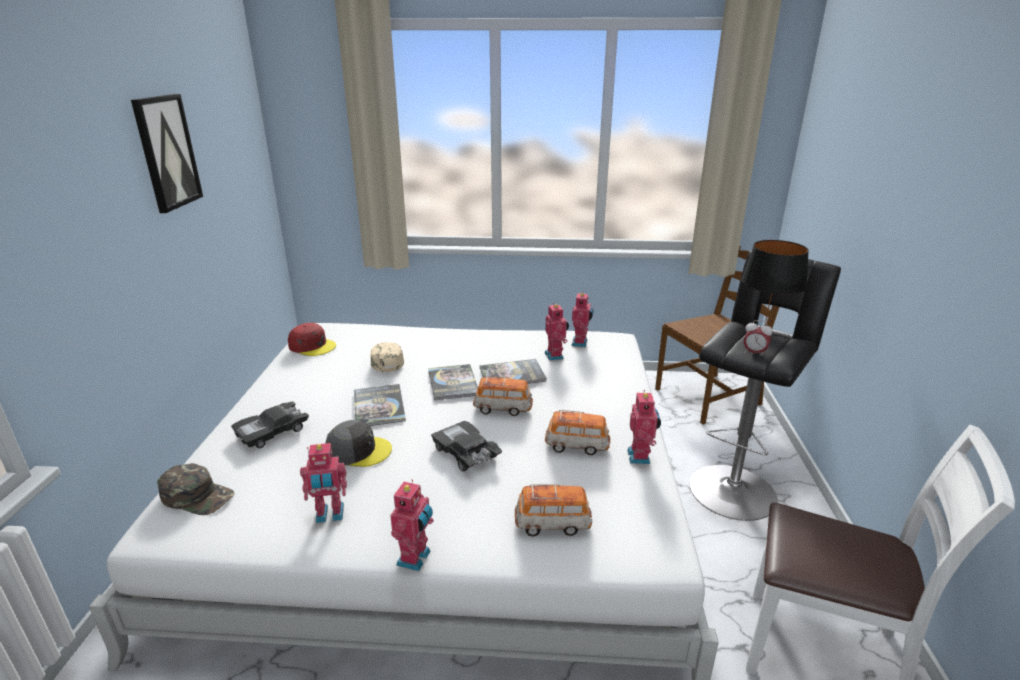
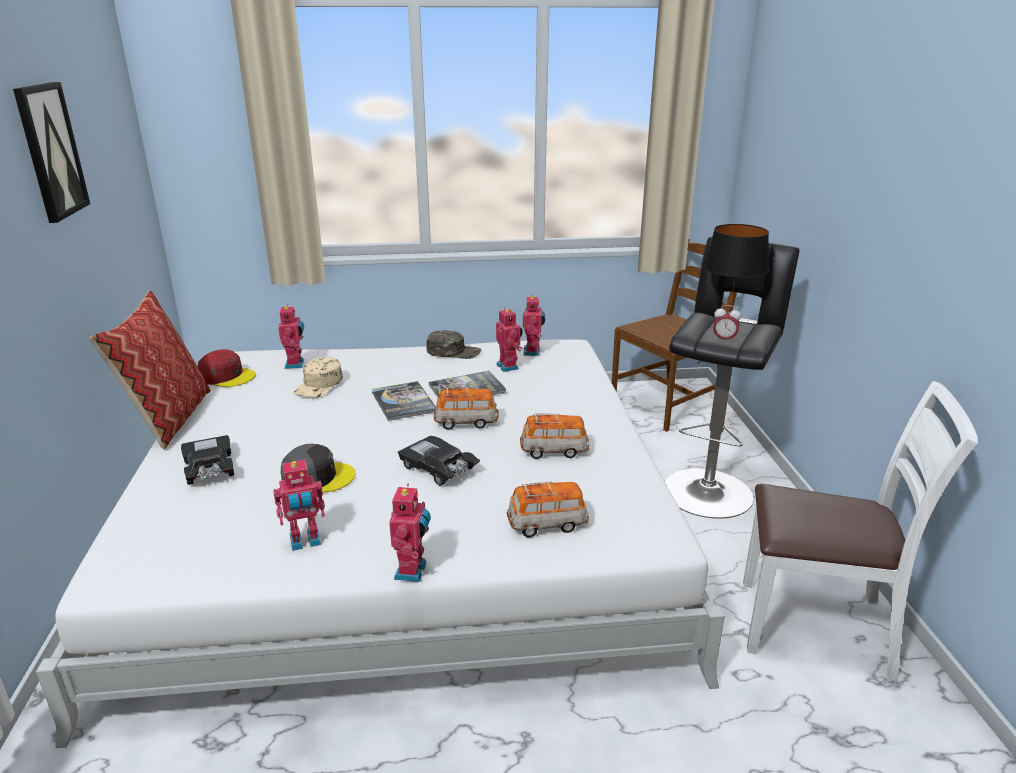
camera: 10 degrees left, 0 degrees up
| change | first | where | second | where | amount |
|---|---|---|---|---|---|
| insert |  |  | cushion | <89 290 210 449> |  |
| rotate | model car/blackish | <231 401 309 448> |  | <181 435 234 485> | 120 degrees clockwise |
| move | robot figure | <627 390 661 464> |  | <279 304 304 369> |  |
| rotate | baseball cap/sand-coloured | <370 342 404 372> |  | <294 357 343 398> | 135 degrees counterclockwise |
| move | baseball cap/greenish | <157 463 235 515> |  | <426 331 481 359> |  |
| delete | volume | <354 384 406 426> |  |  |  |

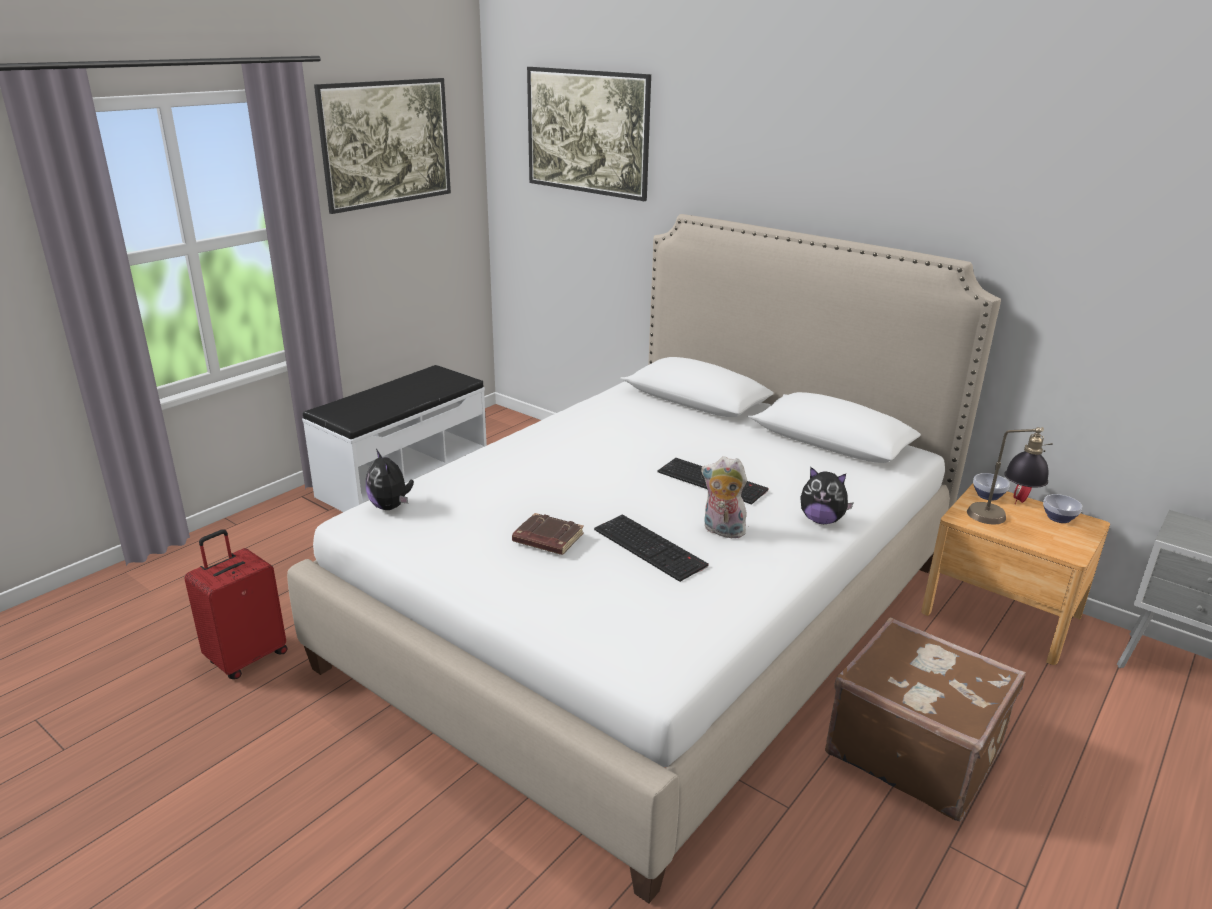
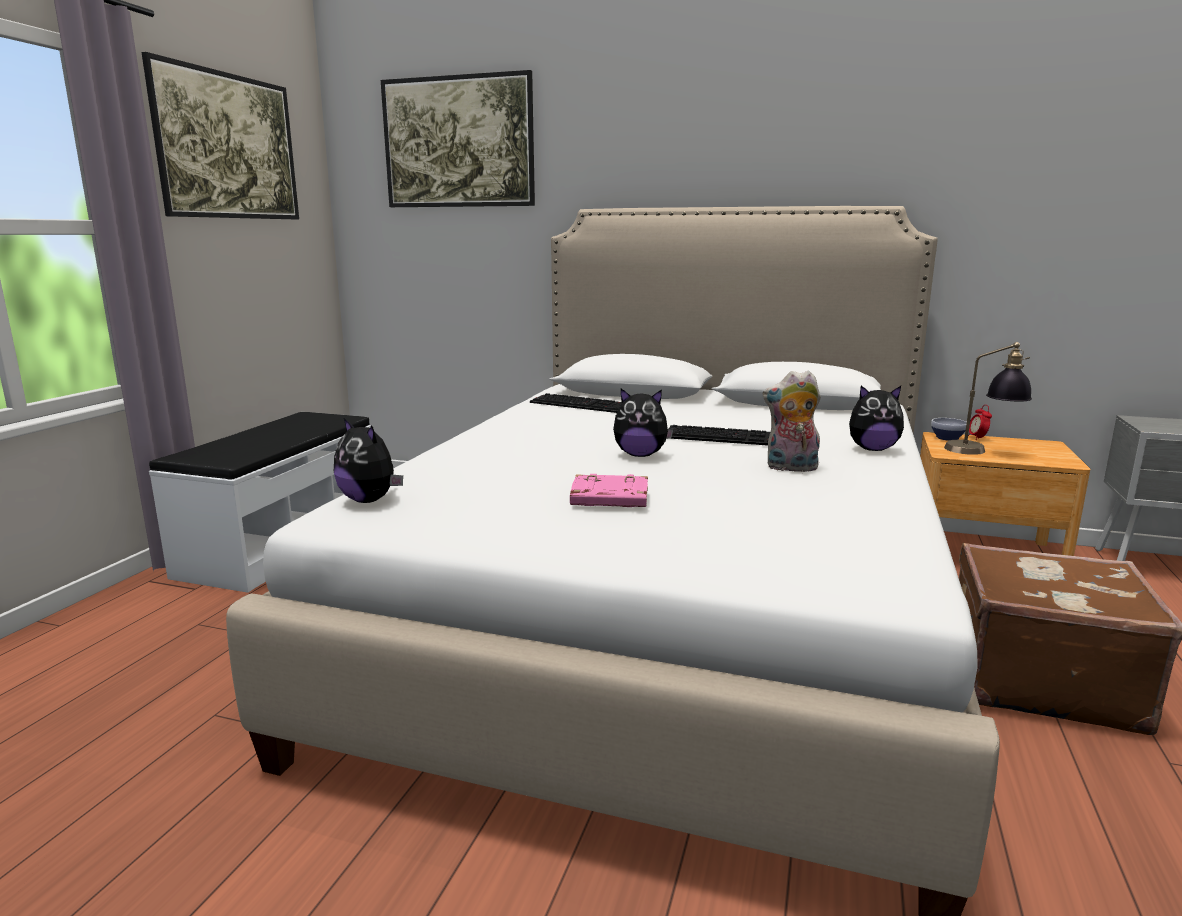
camera: 20 degrees left, 10 degrees down
| change | first | where | second | where | amount |
|---|---|---|---|---|---|
| move | PC keyboard | <594 514 709 582> |  | <530 393 622 413> |  |
| recolor | volume/brown | <512 513 584 555> | volume/pinkish | <570 474 648 507> |  |
| insert |  |  | plush toy | <613 389 673 457> |  |
| delete | piece of luggage/reddish | <184 529 288 679> |  |  |  |
| delete | serving bowl | <1043 494 1082 523> |  |  |  |

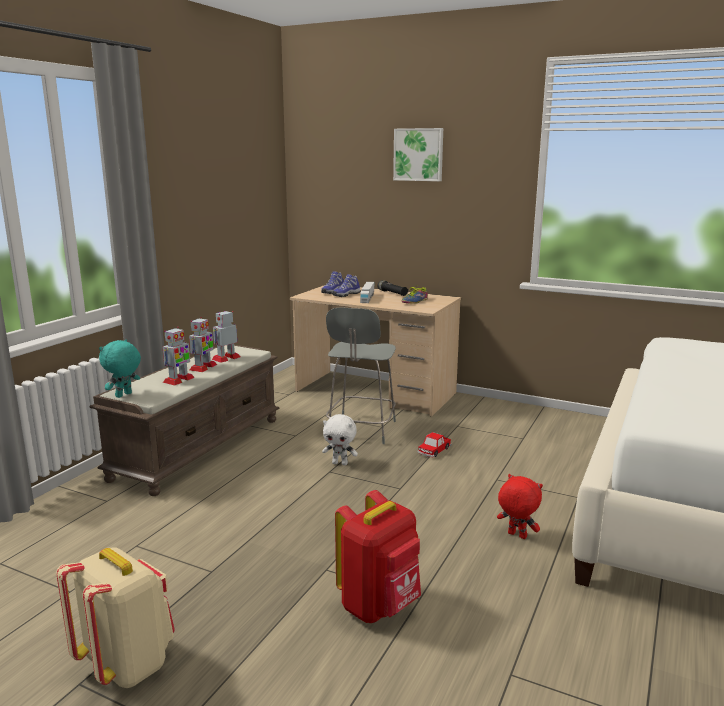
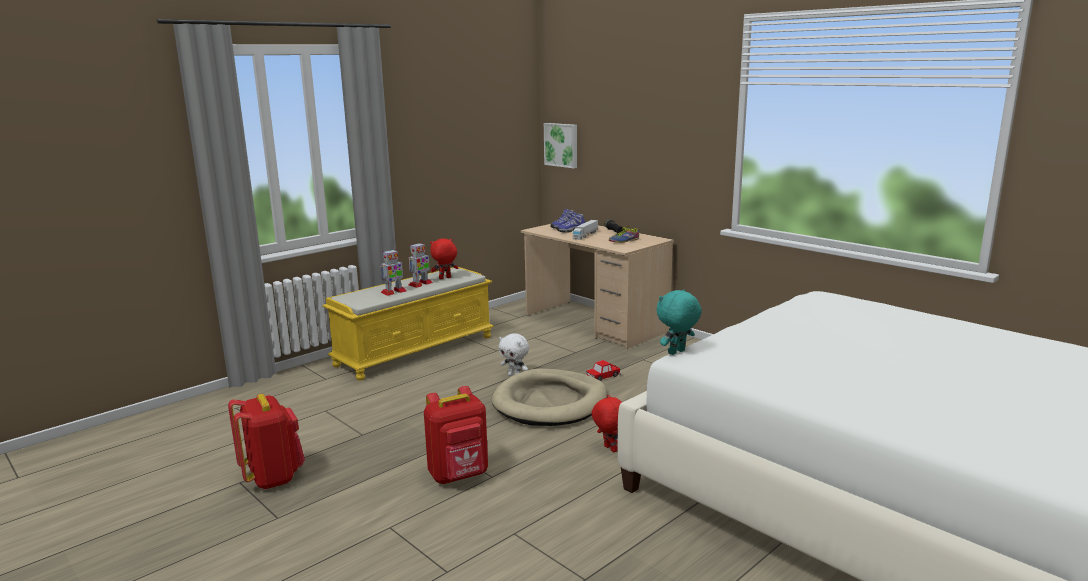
camera: 20 degrees right, 0 degrees up
| change | first | where | second | where | amount |
|---|---|---|---|---|---|
| recolor | backpack/sand-coloured | <56 547 175 688> | backpack/reddish | <228 394 305 489> |  |
| recolor | bench/brown | <89 345 279 496> | bench/yellowish | <322 267 494 381> |  |
| replace | robot figure | <212 311 241 363> | plush toy/reddish | <430 238 458 279> |  |
| insert |  |  | dog cushion/sand-coloured | <491 369 607 426> |  |
| move | wall art | <393 128 443 181> |  | <544 123 577 168> |  |
| move | plush toy/turquoise-coloured | <99 340 141 398> |  | <656 289 702 355> |  |
| delete | plain chair/gray | <326 307 396 444> |  |  |  |

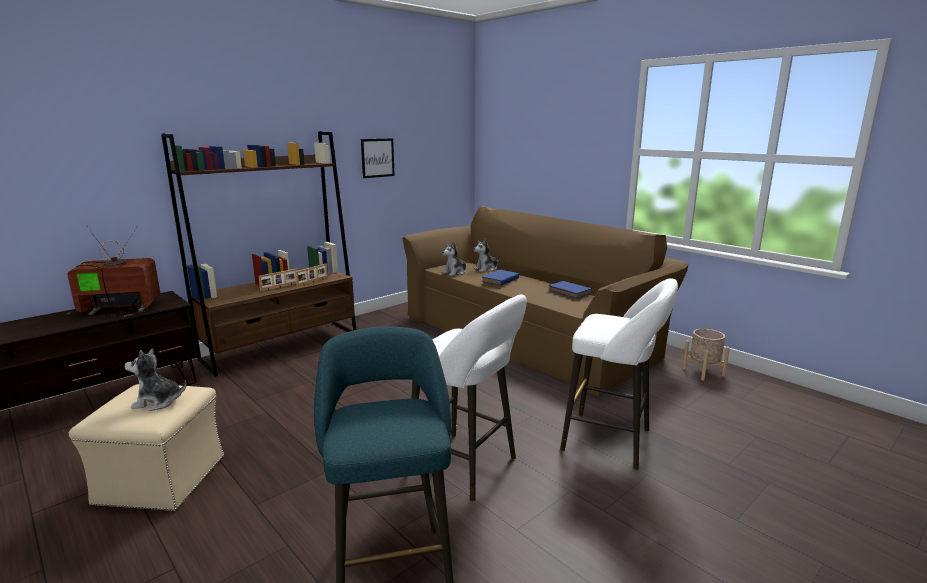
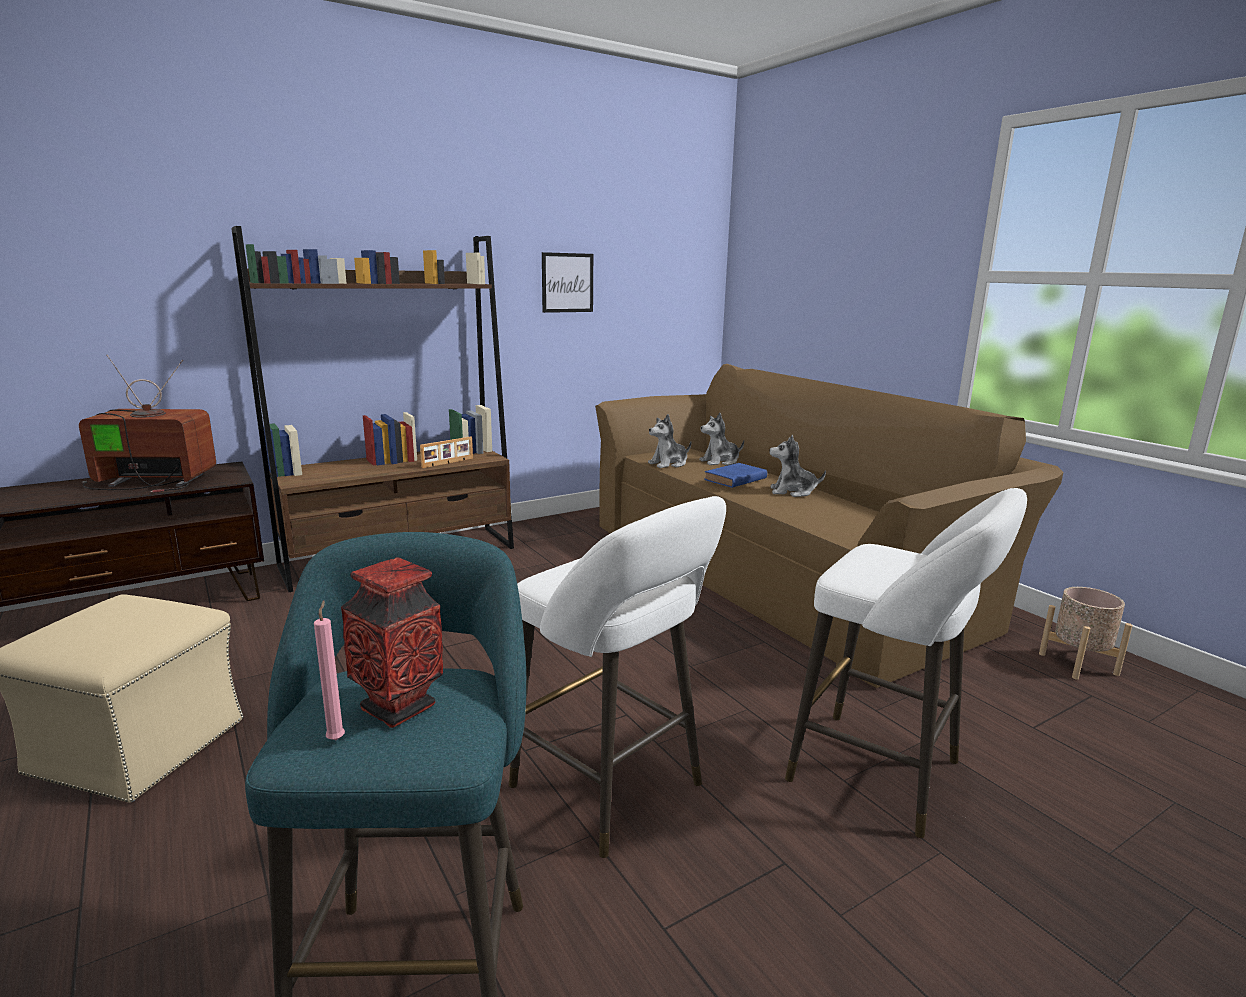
camera: 10 degrees right, 0 degrees up
| change | first | where | second | where | amount |
|---|---|---|---|---|---|
| insert |  |  | wax light/pinkish | <314 600 345 740> |  |
| insert |  |  | vase | <341 557 443 728> |  |
| move | plush toy | <125 349 187 411> |  | <770 435 826 497> |  |
| delete | picture frame | <259 269 297 291> |  |  |  |
| delete | volume/blue-coloured | <548 281 592 299> |  |  |  |

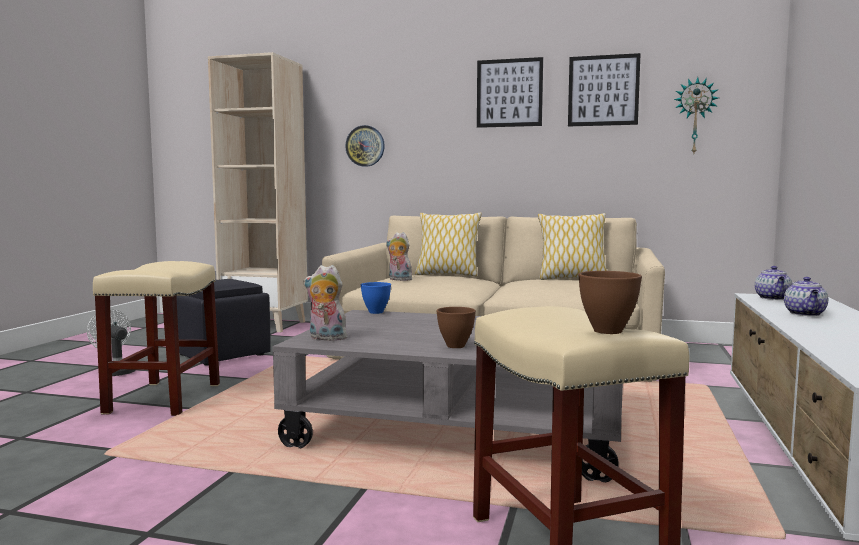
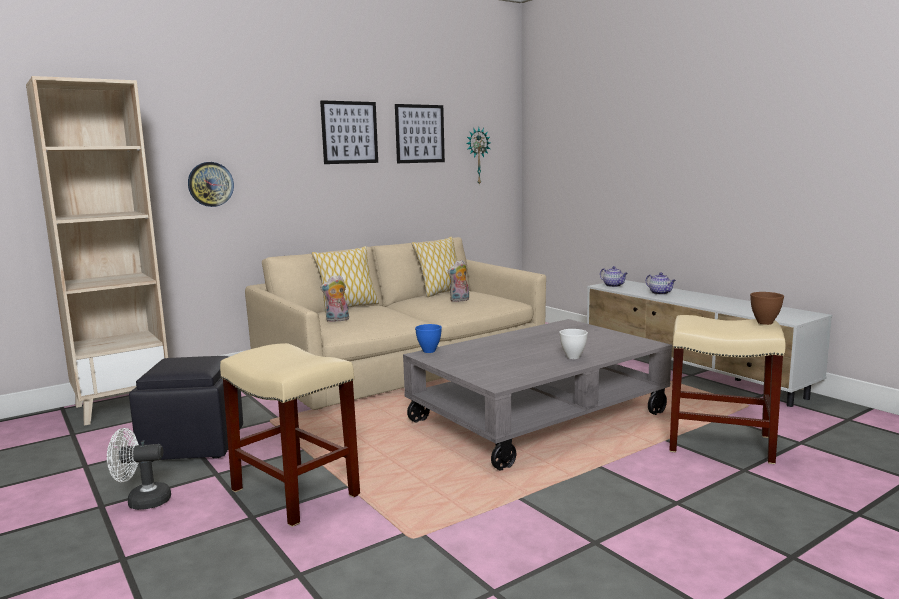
camera: 50 degrees left, 5 degrees up
| change | first | where | second | where | amount |
|---|---|---|---|---|---|
| move | plush toy | <304 265 347 341> |  | <448 260 469 302> |  |
| recolor | serving bowl/brown | <436 307 476 348> | serving bowl/whitish | <559 329 588 359> |  |

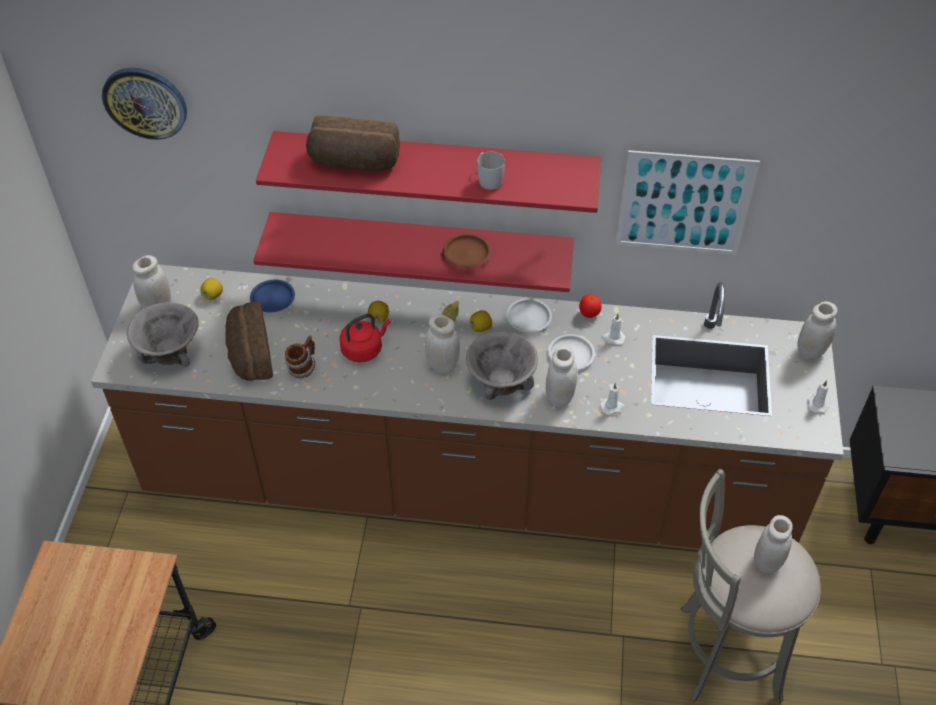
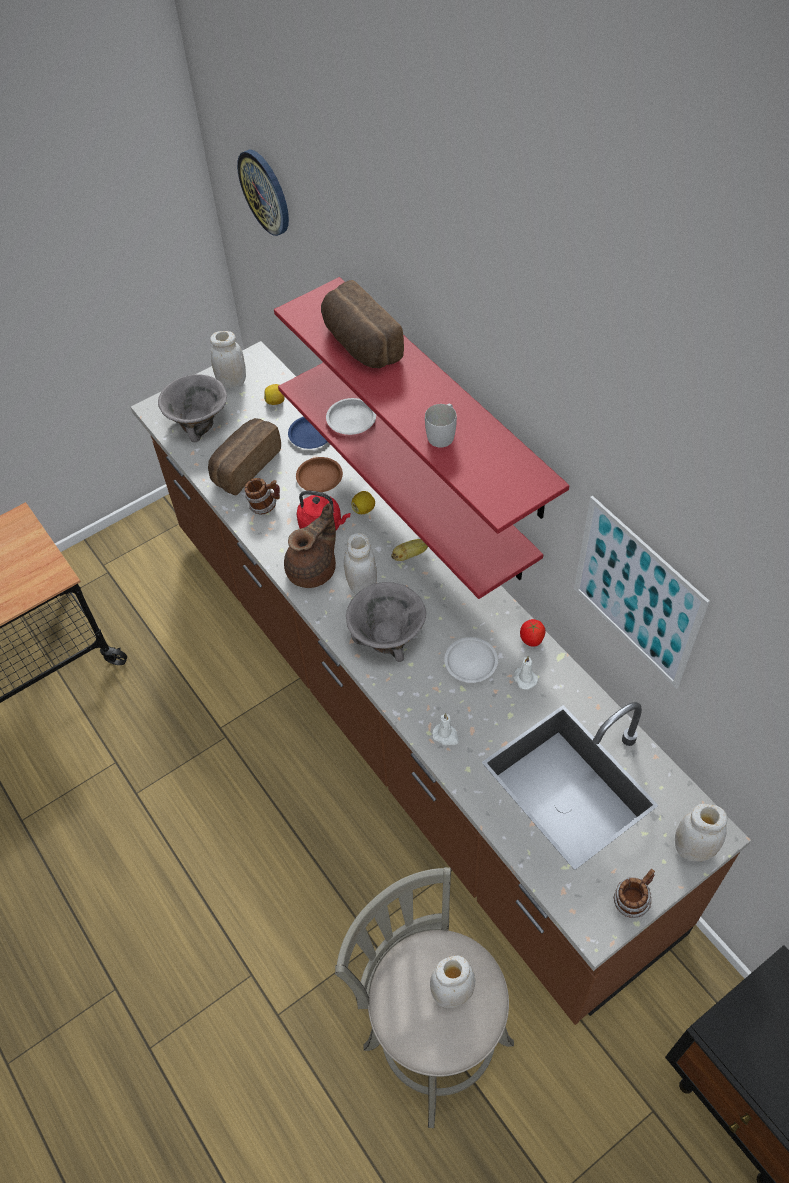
camera: 50 degrees right, 5 degrees up
| change | first | where | second | where | amount |
|---|---|---|---|---|---|
| insert |  |  | teapot/brown | <284 503 336 588> |  |
| move | plate/brown | <443 234 491 268> |  | <296 457 343 492> |  |
| move | plate/whitish | <506 298 552 332> |  | <326 398 376 435> |  |
| replace | wax light/whitish | <807 380 829 413> | coffee mug | <613 869 655 918> |  |
| delete | citrus fruit | <470 310 492 332> |  |  |  |
| delete | preserve jar/whitish | <546 346 577 407> |  |  |  |

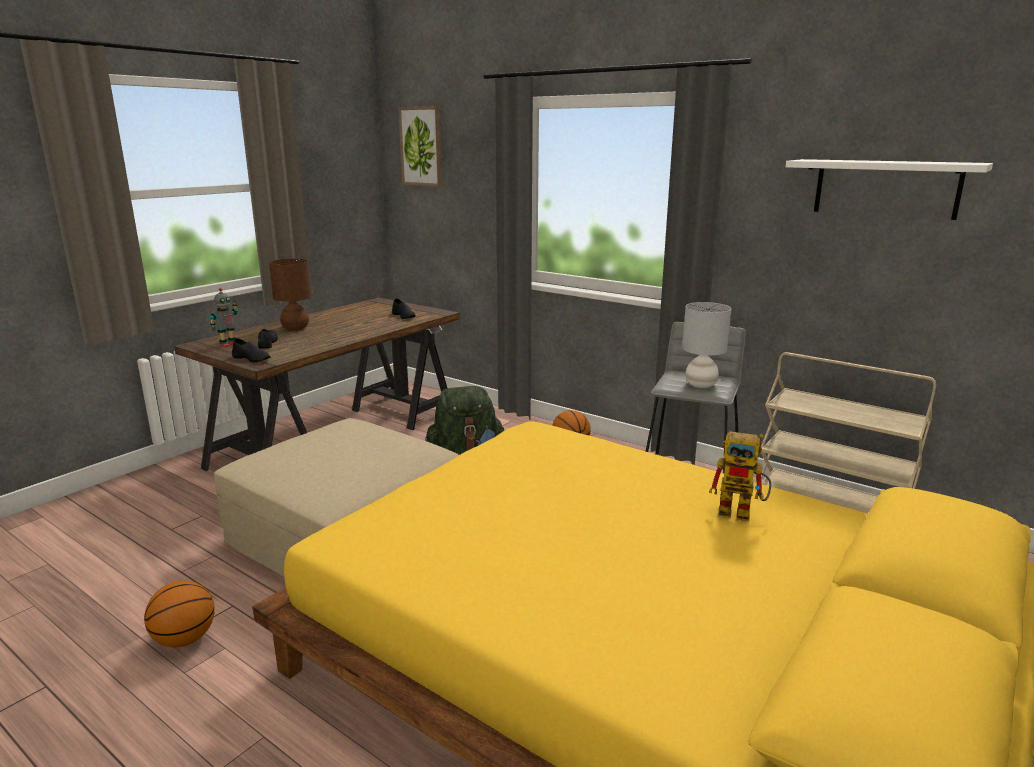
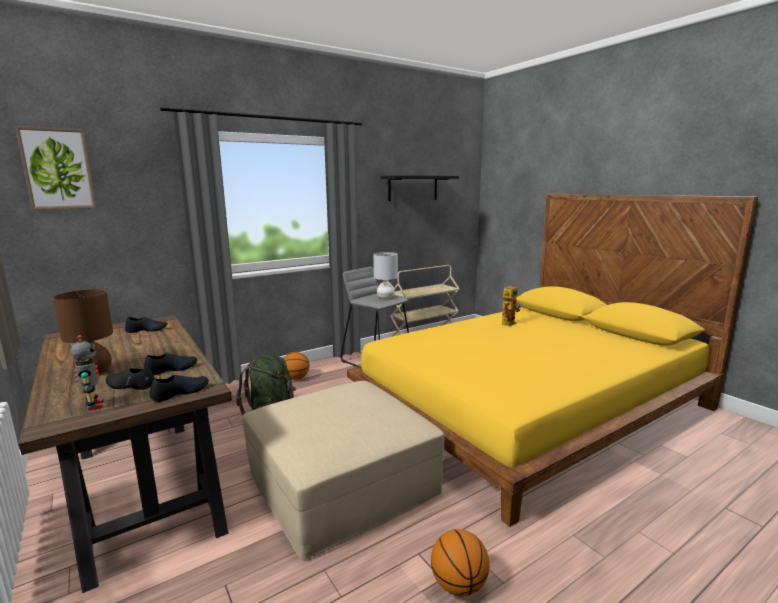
camera: 70 degrees left, 5 degrees down
| change | first | where | second | where | amount |
|---|---|---|---|---|---|
| insert |  |  | low shoe/blackish | <144 353 198 376> |  |
| recolor | shelf/whitish | <785 159 993 220> | shelf/blackish | <381 175 459 201> |  |

